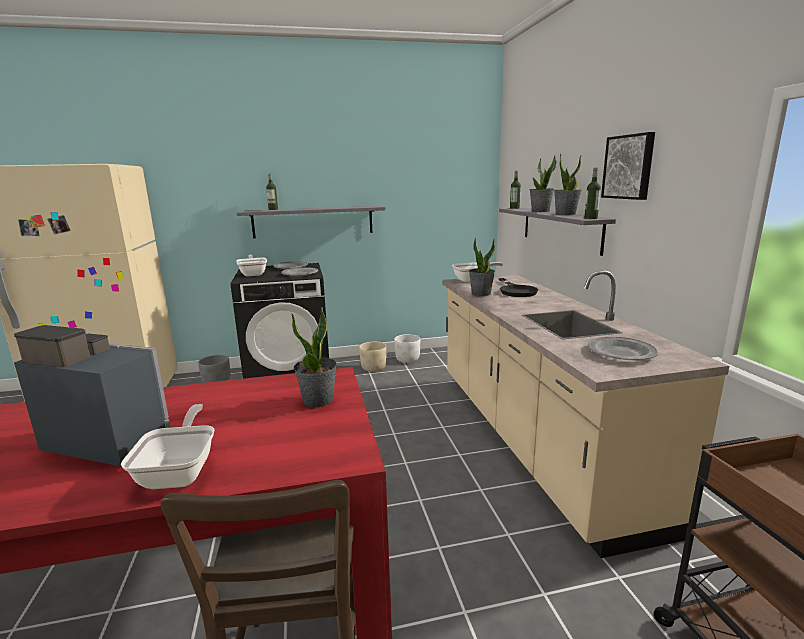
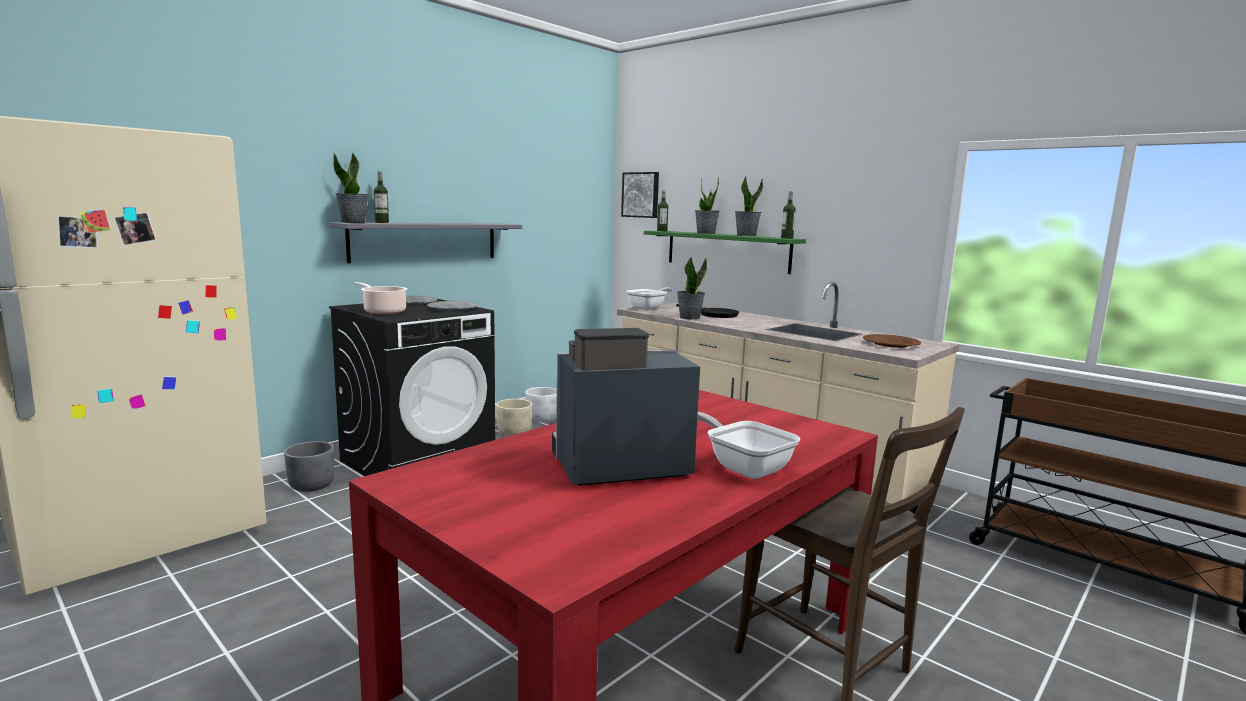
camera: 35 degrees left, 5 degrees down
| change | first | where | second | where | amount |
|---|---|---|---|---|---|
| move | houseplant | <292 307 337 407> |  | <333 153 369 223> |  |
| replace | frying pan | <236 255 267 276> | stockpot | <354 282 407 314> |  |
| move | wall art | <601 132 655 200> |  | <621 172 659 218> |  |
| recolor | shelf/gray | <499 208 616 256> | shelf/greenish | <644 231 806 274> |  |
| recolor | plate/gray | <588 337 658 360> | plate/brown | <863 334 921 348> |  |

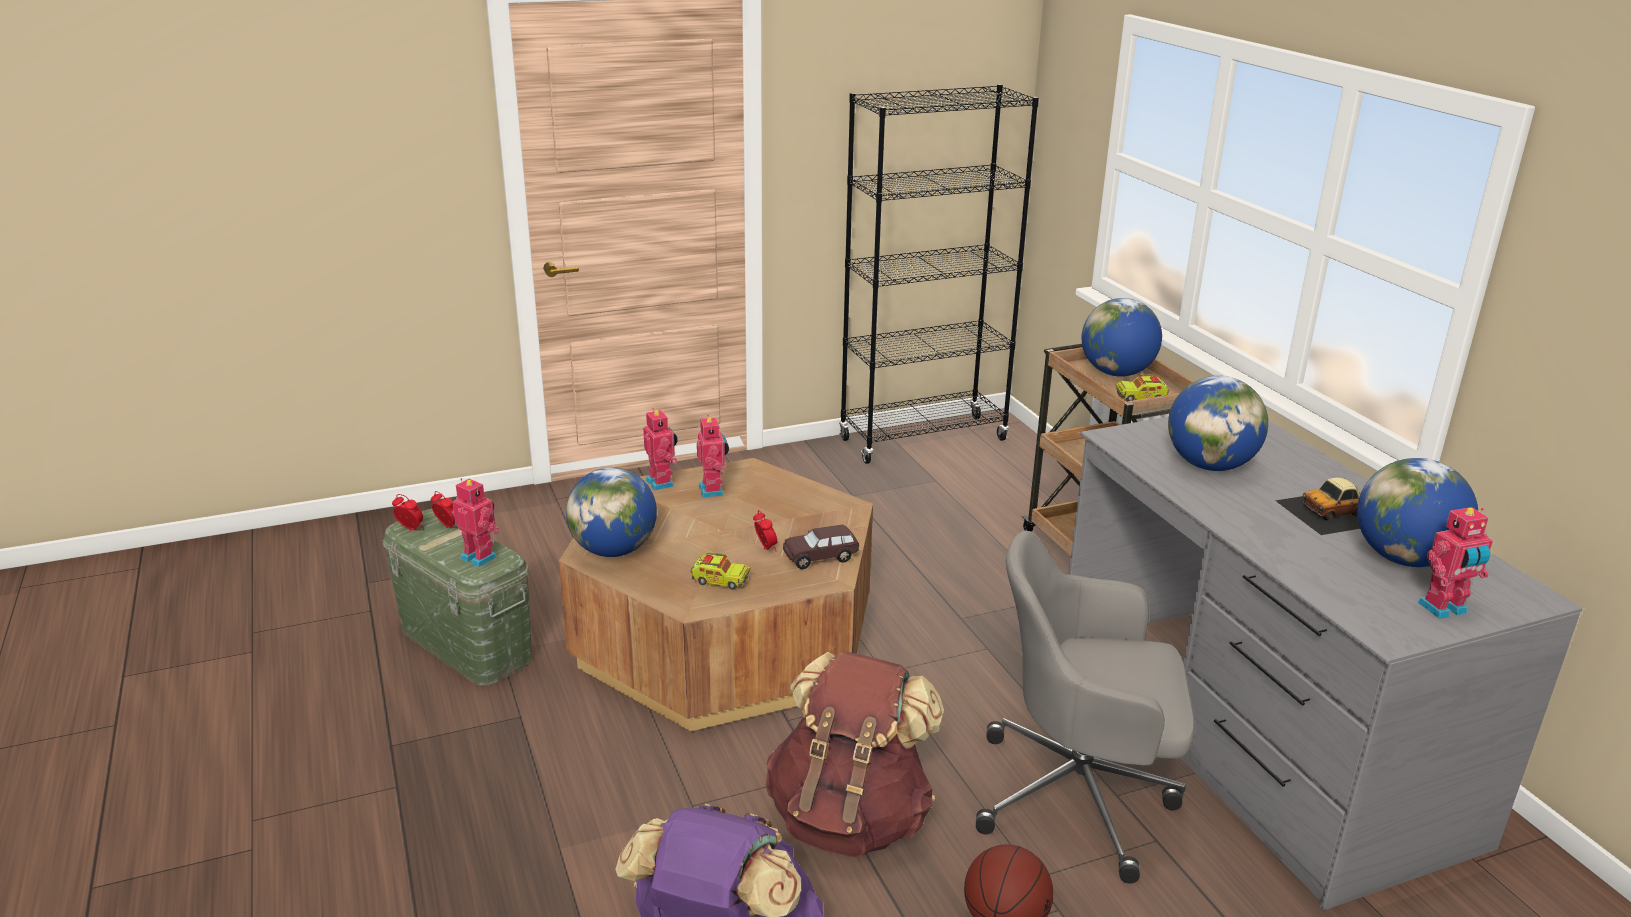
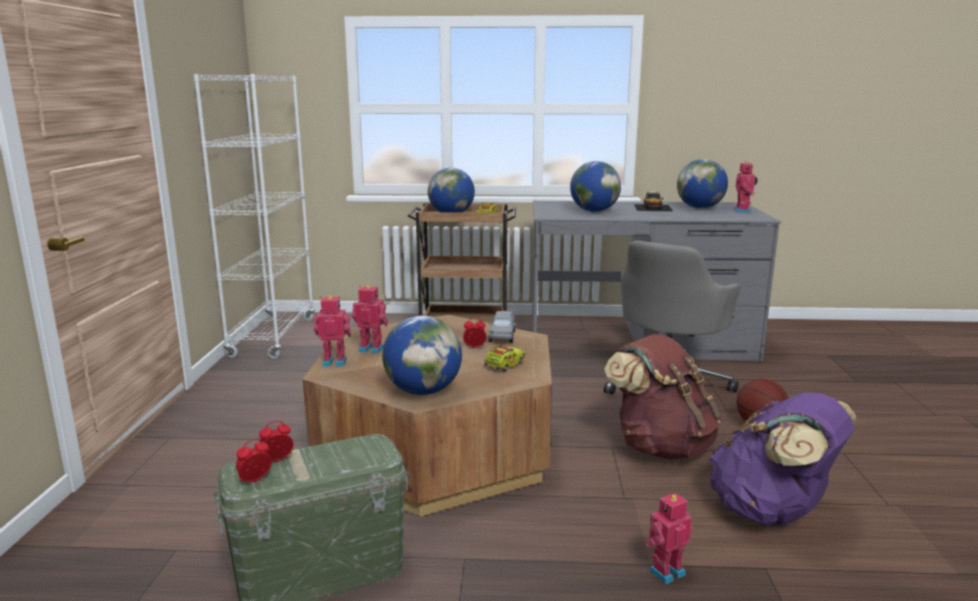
camera: 65 degrees left, 10 degrees down
| change | first | where | second | where | amount |
|---|---|---|---|---|---|
| recolor | bookshelf/blackish | <839 84 1039 464> | bookshelf/whitish | <193 74 315 359> |  |
| recolor | model car/brown | <783 525 859 569> | model car/gray | <489 311 516 343> |  |
| move | robot figure | <452 478 500 567> |  | <645 493 693 584> |  |

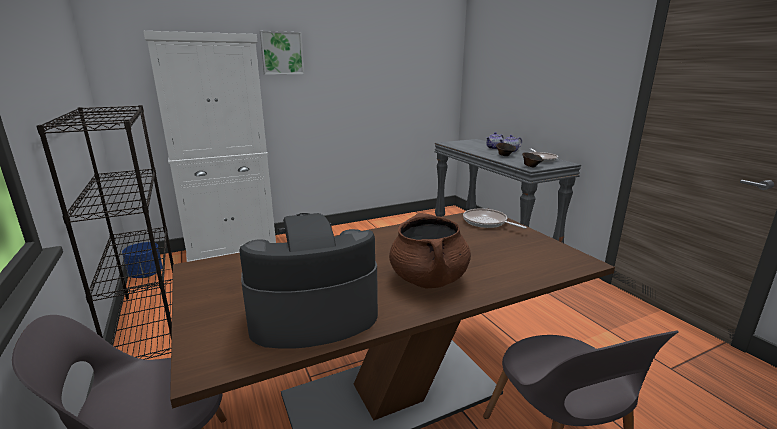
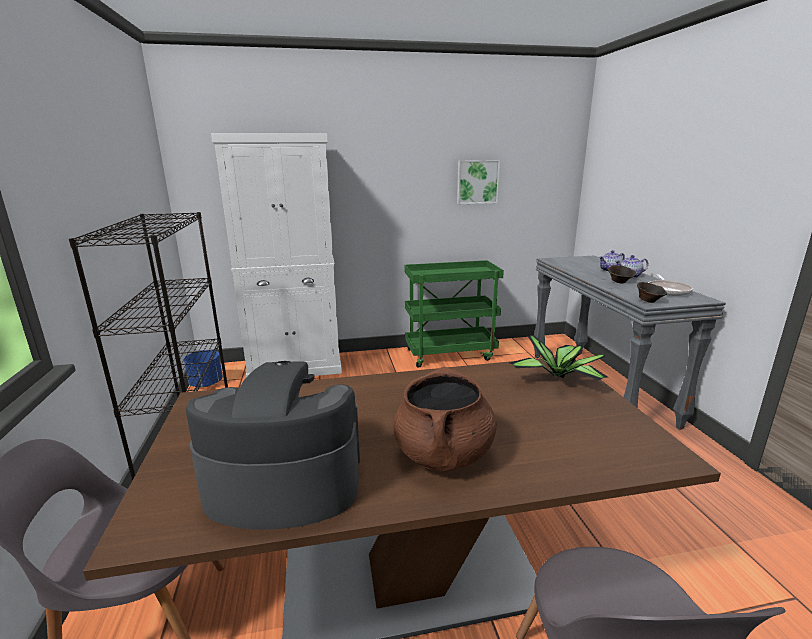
camera: 15 degrees right, 0 degrees up
| change | first | where | second | where | amount |
|---|---|---|---|---|---|
| insert |  |  | cart/greenish | <404 260 504 368> |  |
| move | wall art | <260 31 304 75> |  | <457 160 500 204> |  |
| replace | frying pan | <463 208 527 229> | houseplant | <510 335 609 380> |  |

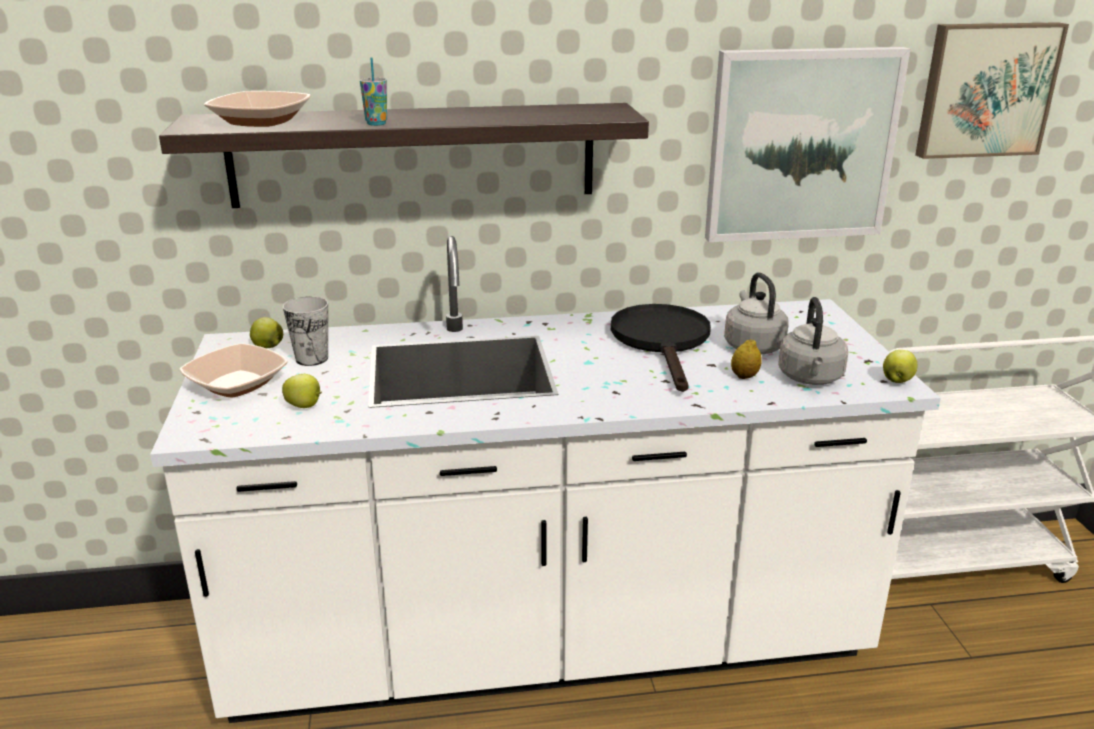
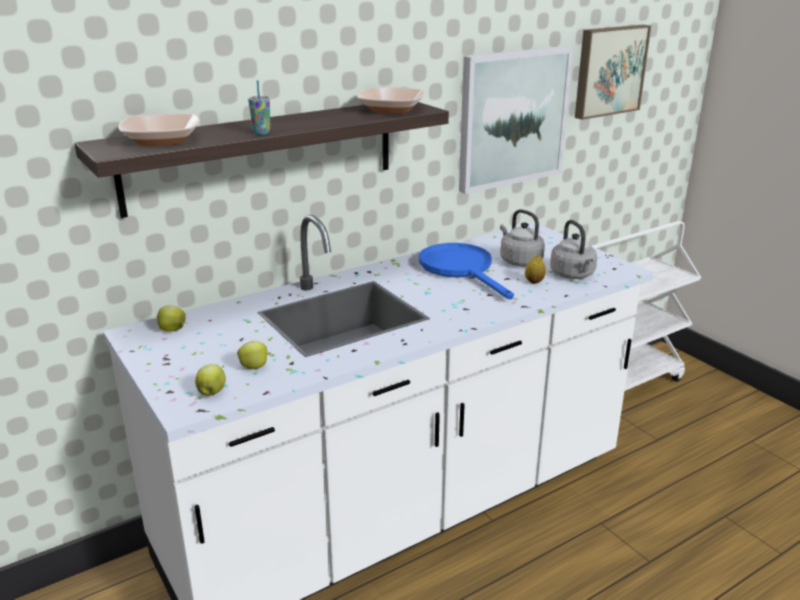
camera: 25 degrees left, 0 degrees up
| change | first | where | second | where | amount |
|---|---|---|---|---|---|
| move | whole apple | <883 350 917 383> |  | <195 364 226 396> |  |
| move | serving bowl | <179 343 288 398> |  | <357 87 425 114> |  |
| recolor | frying pan/blackish | <611 304 711 392> | frying pan/blue-coloured | <419 243 514 299> |  |
| delete | drinking cup | <283 296 328 366> |  |  |  |

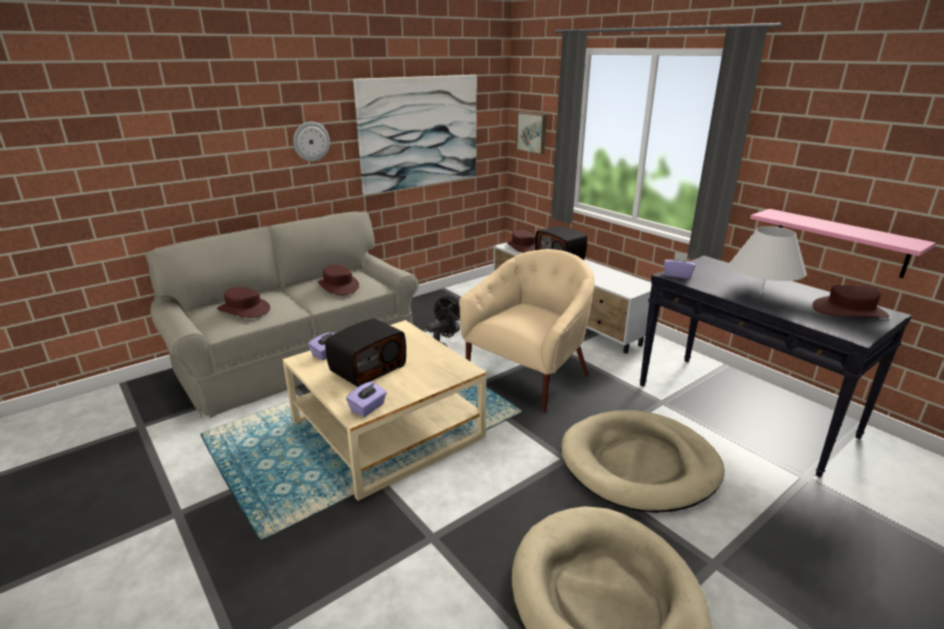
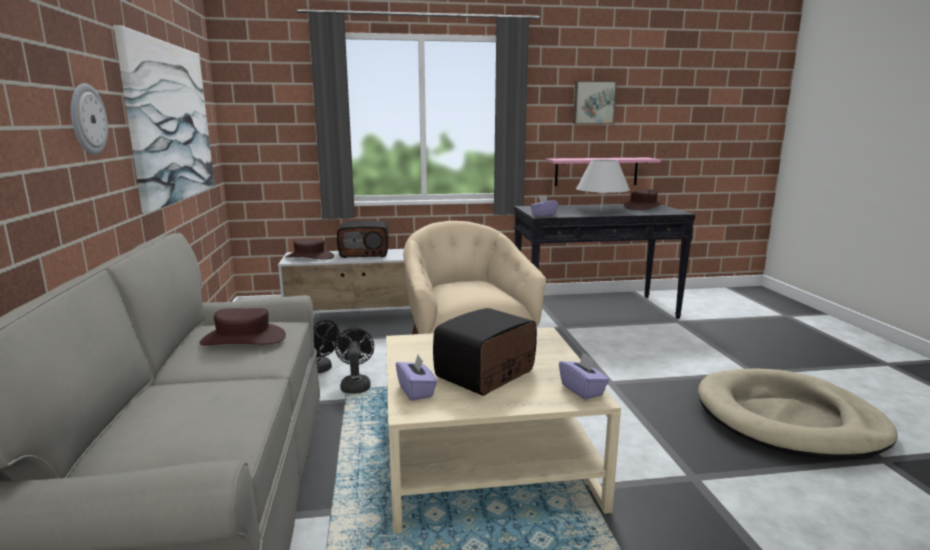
camera: 60 degrees left, 10 degrees down
| change | first | where | second | where | amount |
|---|---|---|---|---|---|
| rotate | radio receiver | <325 319 406 387> |  | <433 308 537 396> | 120 degrees counterclockwise |
| move | wall art | <516 112 546 154> |  | <573 81 617 124> |  |
| delete | hat/brown | <217 287 270 318> |  |  |  |
| delete | dog cushion/sand-coloured | <561 410 725 513> |  |  |  |

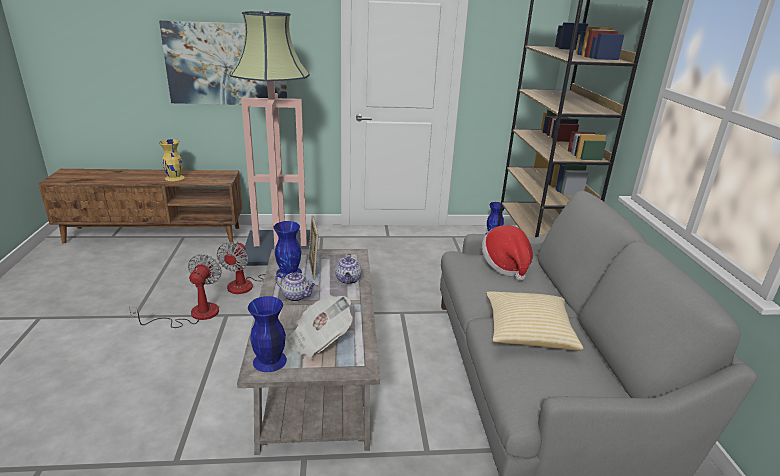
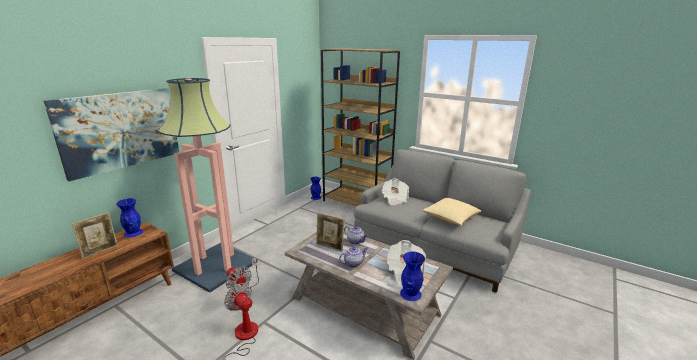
camera: 50 degrees left, 5 degrees down
| change | first | where | second | where | amount |
|---|---|---|---|---|---|
| replace | vase/yellowish | <159 139 185 181> | picture frame | <72 212 118 259> |  |
| move | vase/blue-coloured | <273 221 302 278> |  | <116 198 143 237> |  |
| replace | hat | <482 225 533 281> | daily paper | <381 178 409 205> |  |

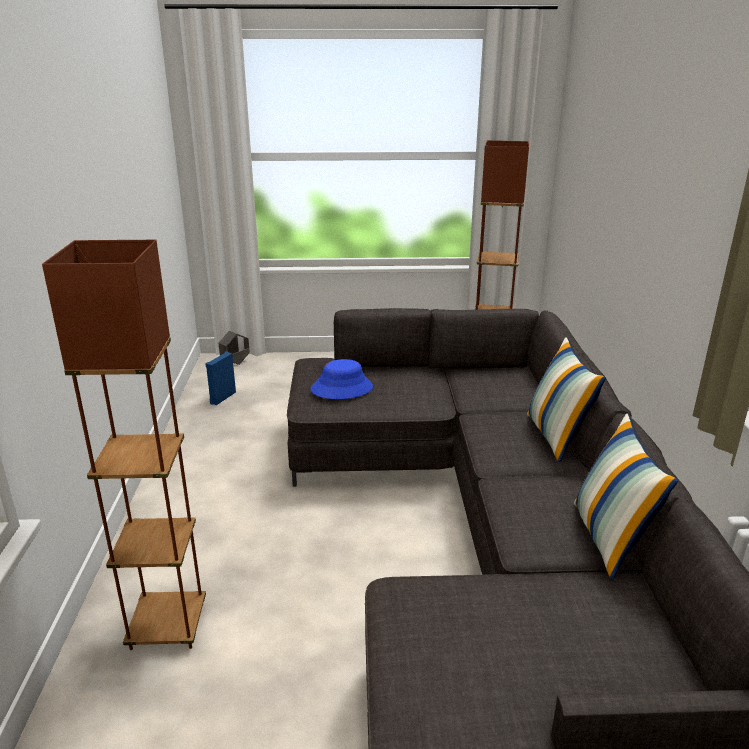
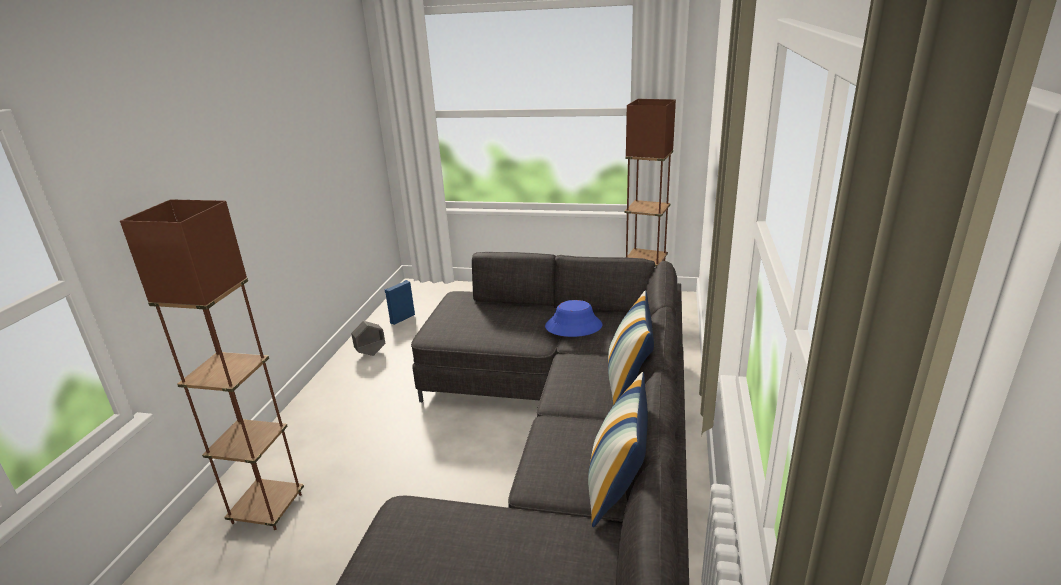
camera: 15 degrees right, 0 degrees up
| change | first | where | second | where | amount |
|---|---|---|---|---|---|
| move | flower pot/gray | <219 331 250 365> |  | <351 321 385 356> |  |
| move | hat/blue-coloured | <311 359 373 399> |  | <545 300 603 337> |  |

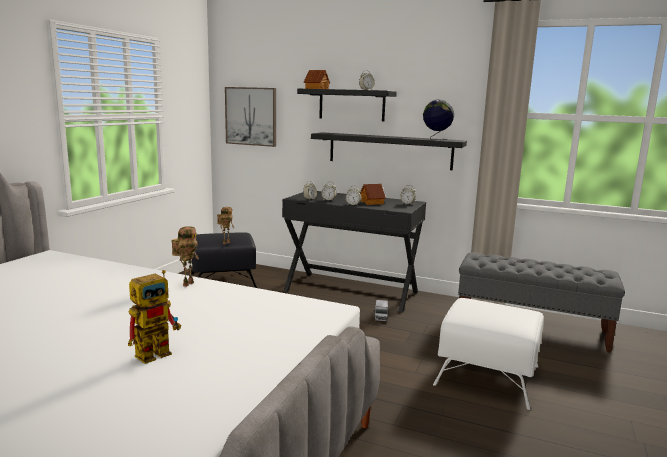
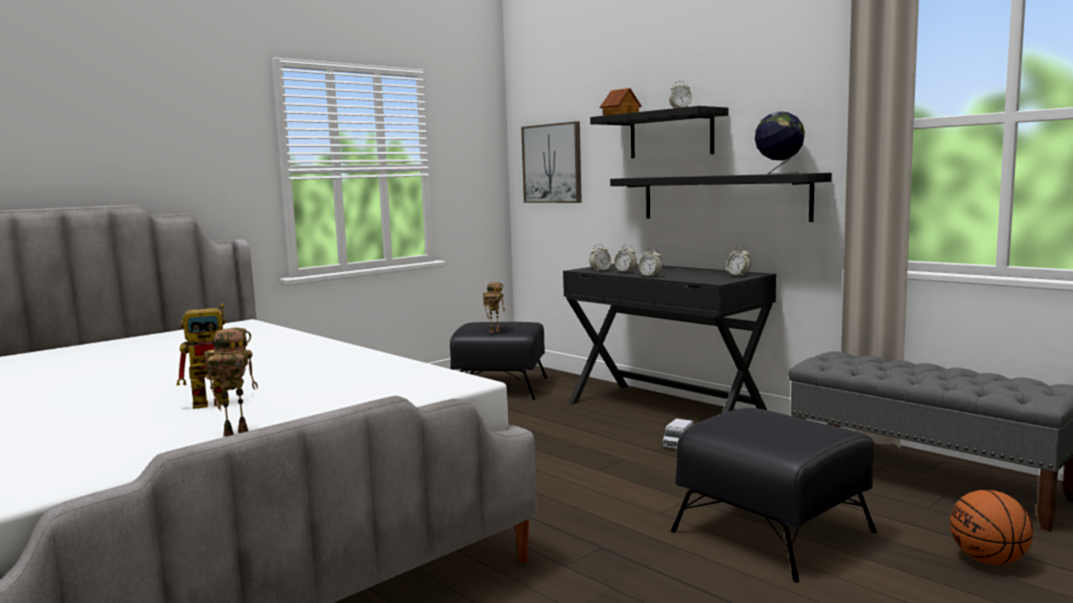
camera: 25 degrees right, 5 degrees down
| change | first | where | second | where | amount |
|---|---|---|---|---|---|
| move | robot figure | <171 226 199 287> |  | <204 328 258 437> |  |
| recolor | ottoman/whitish | <433 298 544 410> | ottoman/blackish | <671 408 877 582> |  |
| insert |  |  | ball for basketball | <950 490 1033 565> |  |
| delete | miniature house | <360 184 386 205> |  |  |  |

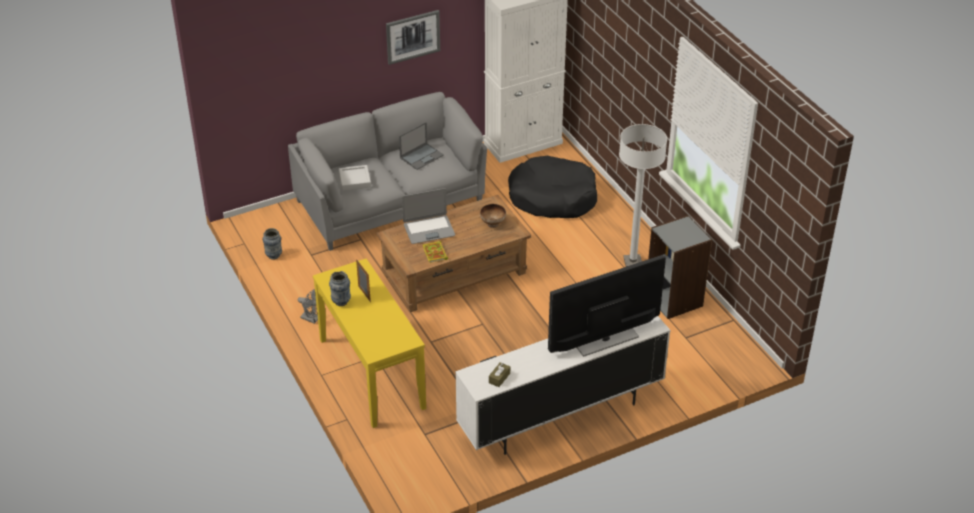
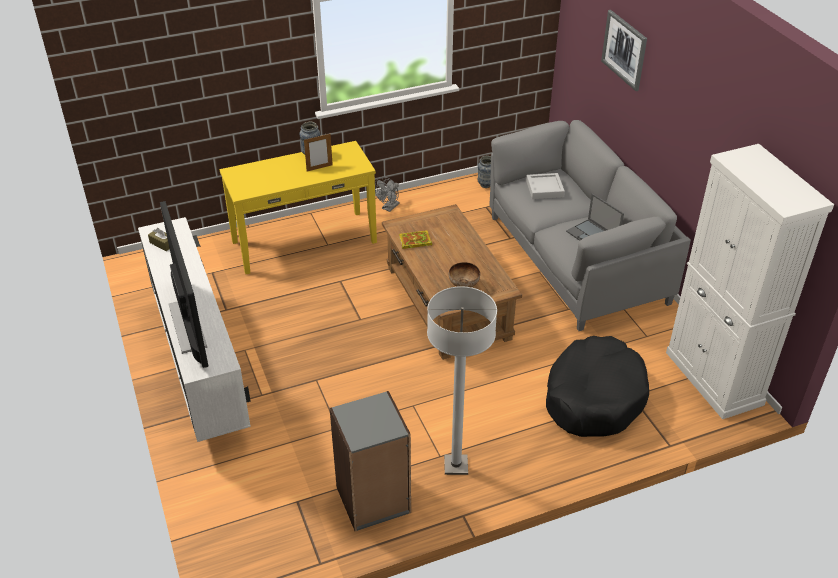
camera: 95 degrees right, 0 degrees up
| change | first | where | second | where | amount |
|---|---|---|---|---|---|
| move | wall art | <386 10 440 65> |  | <601 10 647 91> |  |
| delete | notebook computer | <402 188 455 244> |  |  |  |

